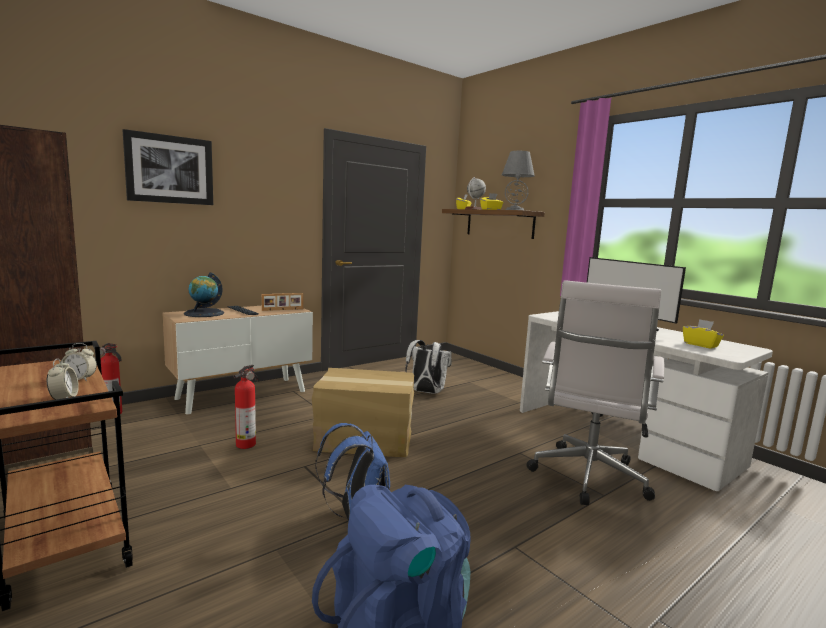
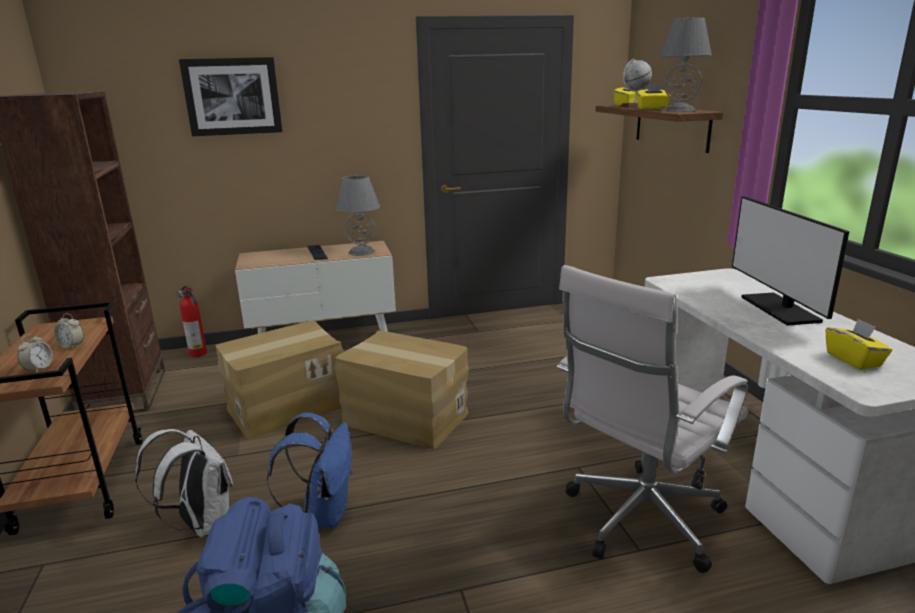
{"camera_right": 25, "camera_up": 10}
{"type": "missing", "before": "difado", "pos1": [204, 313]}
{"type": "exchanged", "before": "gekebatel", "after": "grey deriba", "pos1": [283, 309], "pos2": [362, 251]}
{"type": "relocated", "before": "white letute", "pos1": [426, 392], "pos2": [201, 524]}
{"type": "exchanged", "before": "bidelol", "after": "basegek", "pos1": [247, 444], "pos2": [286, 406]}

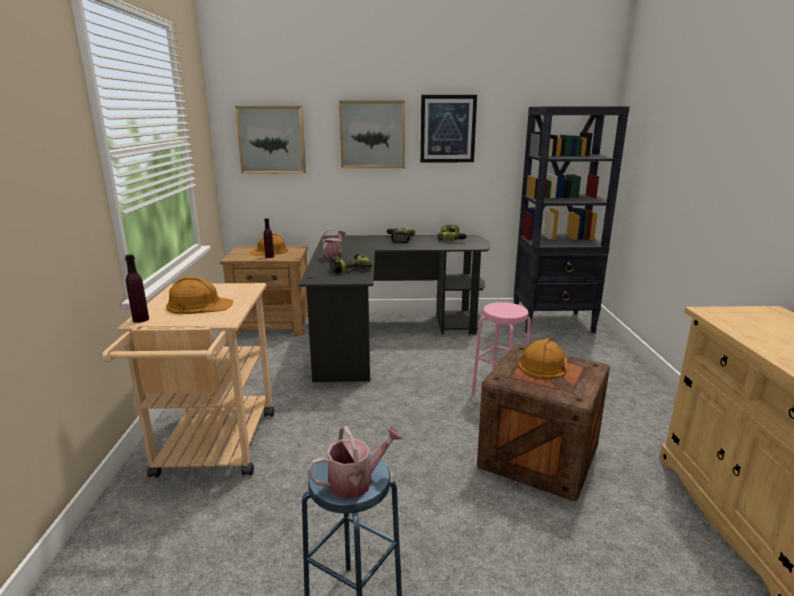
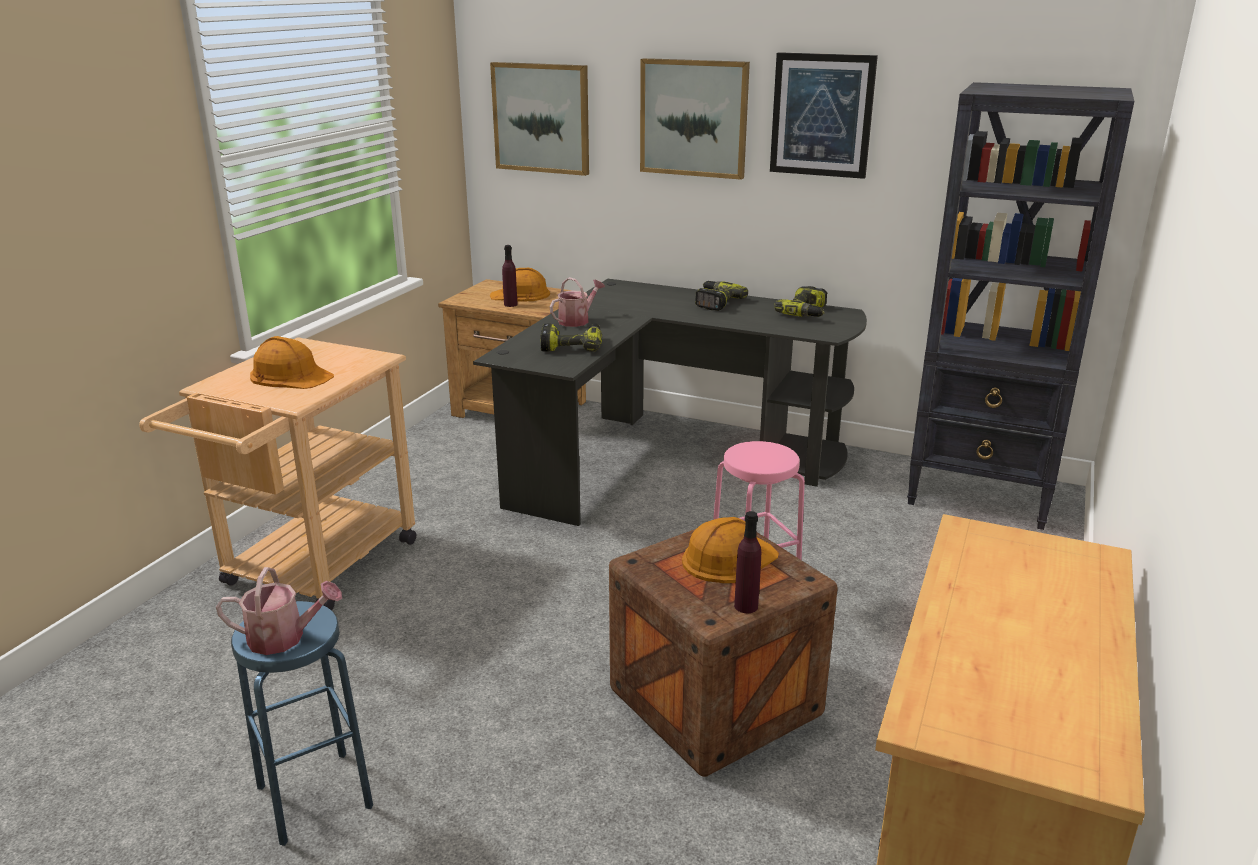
{"camera_right": 25, "camera_up": 5}
{"type": "relocated", "before": "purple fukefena", "pos1": [141, 319], "pos2": [746, 606]}

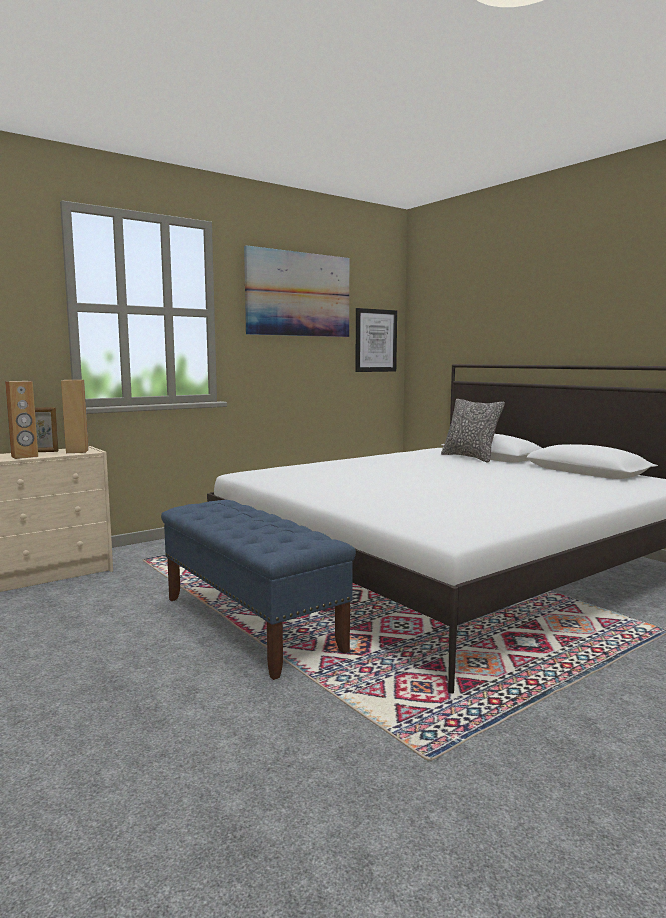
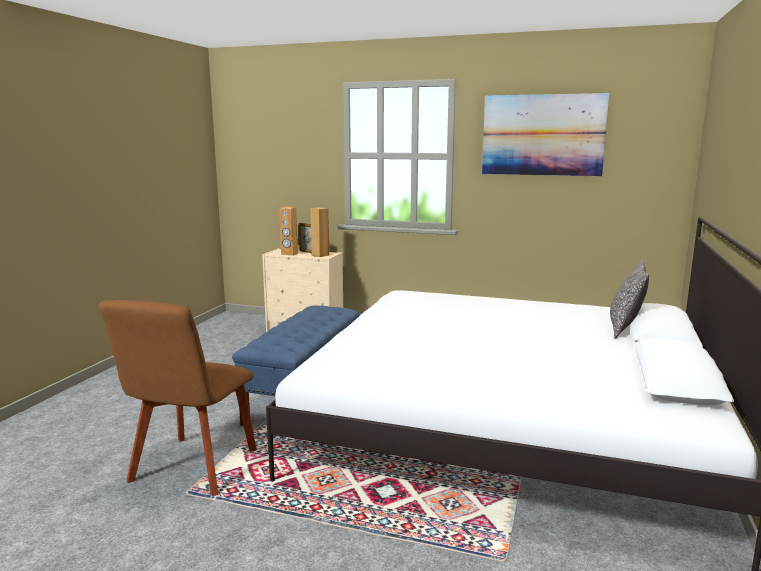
{"camera_right": 55, "camera_up": 5}
{"type": "missing", "before": "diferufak", "pos1": [375, 340]}
{"type": "appeared", "after": "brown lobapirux", "pos2": [191, 469]}

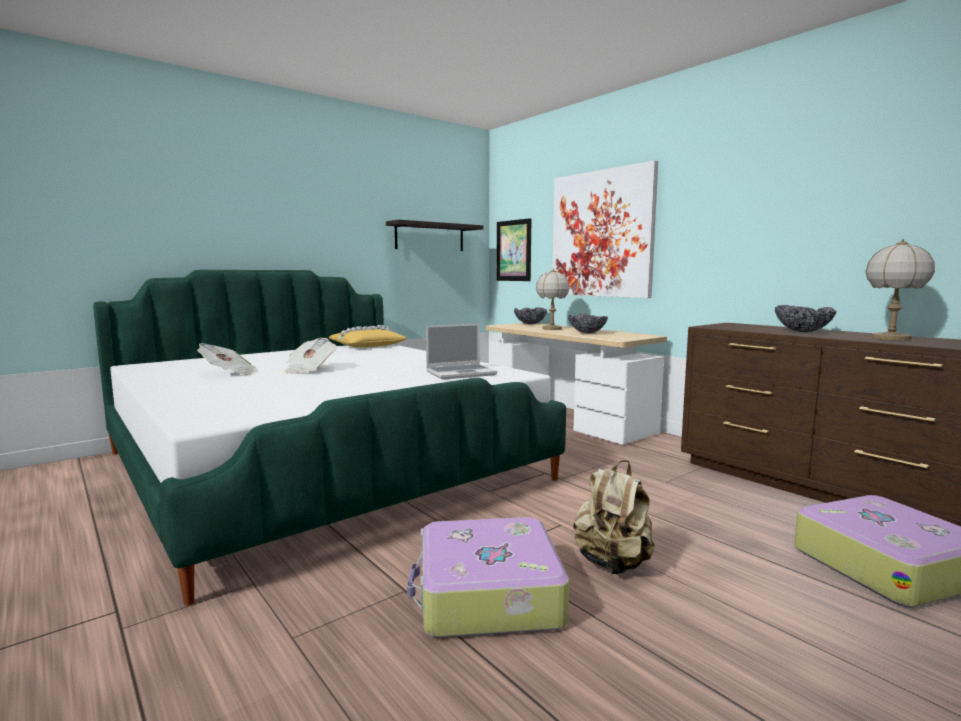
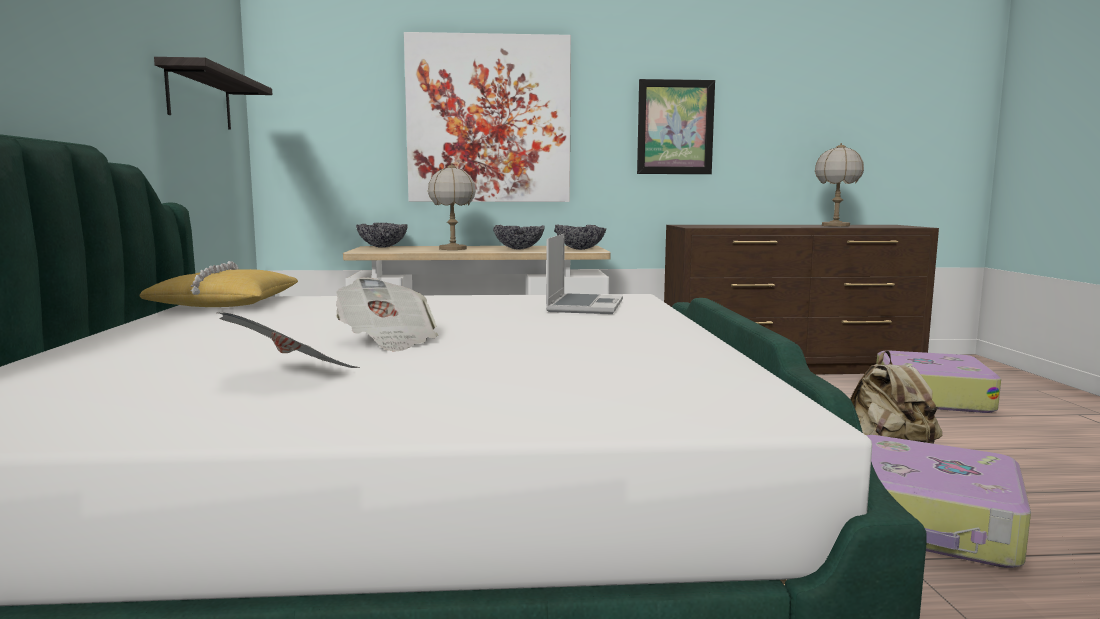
{"camera_right": -55, "camera_up": 0}
{"type": "relocated", "before": "diferufak", "pos1": [514, 250], "pos2": [675, 127]}
{"type": "relocated", "before": "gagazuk", "pos1": [803, 331], "pos2": [580, 249]}

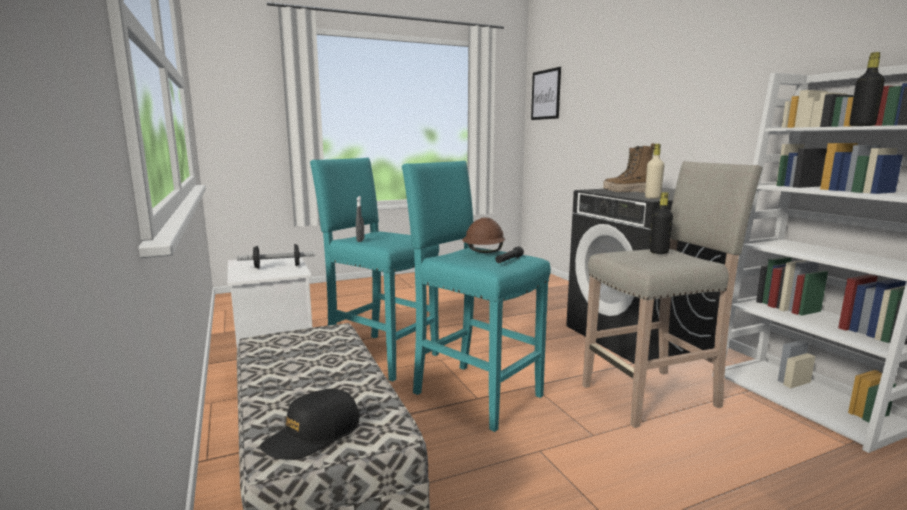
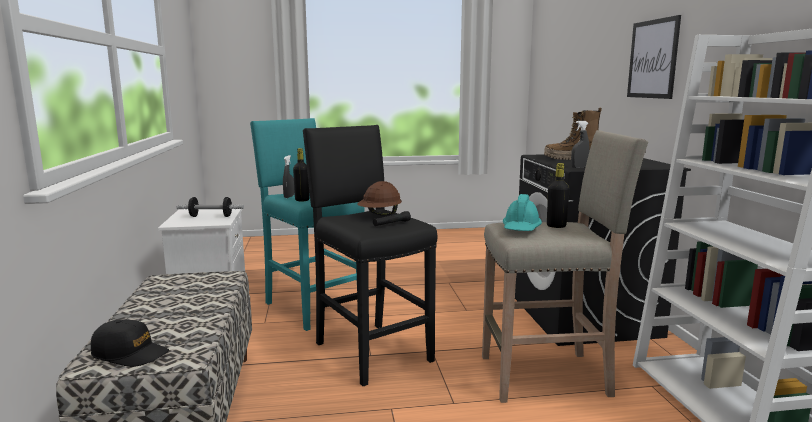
{"camera_right": 15, "camera_up": 0}
{"type": "relocated", "before": "black fukefena", "pos1": [862, 126], "pos2": [302, 200]}
{"type": "relocated", "before": "diferufak", "pos1": [545, 94], "pos2": [652, 59]}
{"type": "exchanged", "before": "beige fukefena", "after": "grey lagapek", "pos1": [652, 198], "pos2": [579, 167]}
{"type": "colour", "before": "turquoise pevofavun", "after": "black pevofavun", "pos1": [475, 393], "pos2": [371, 350]}
{"type": "spun", "before": "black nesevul", "pos1": [313, 435], "pos2": [130, 353], "turn": -135}
{"type": "appeared", "after": "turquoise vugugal", "pos2": [521, 229]}

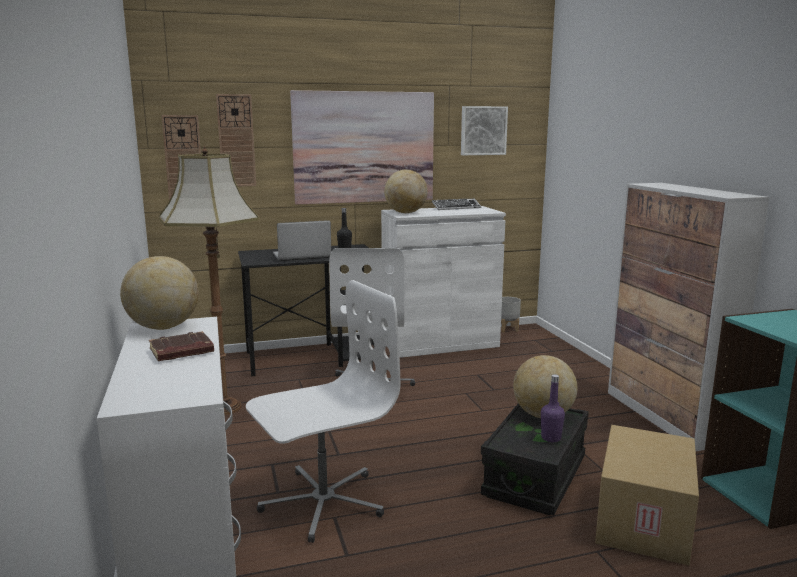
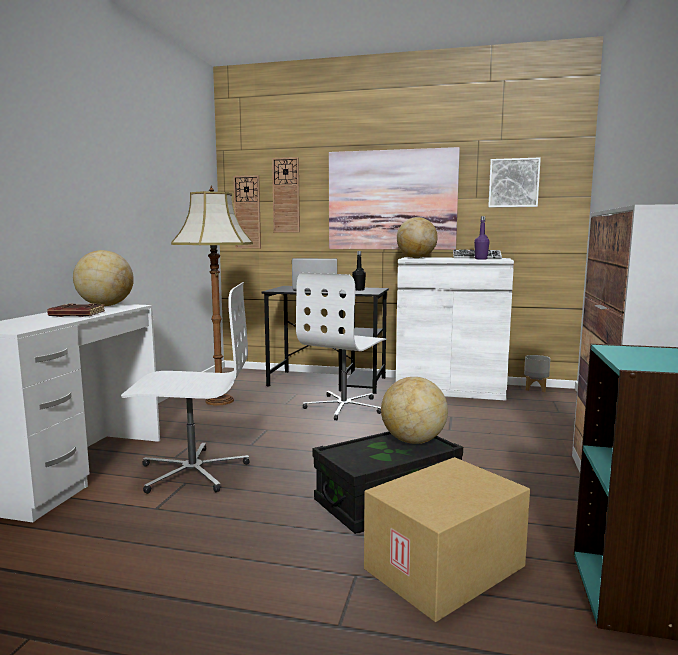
{"camera_right": 30, "camera_up": -5}
{"type": "relocated", "before": "purple fukefena", "pos1": [551, 438], "pos2": [481, 259]}

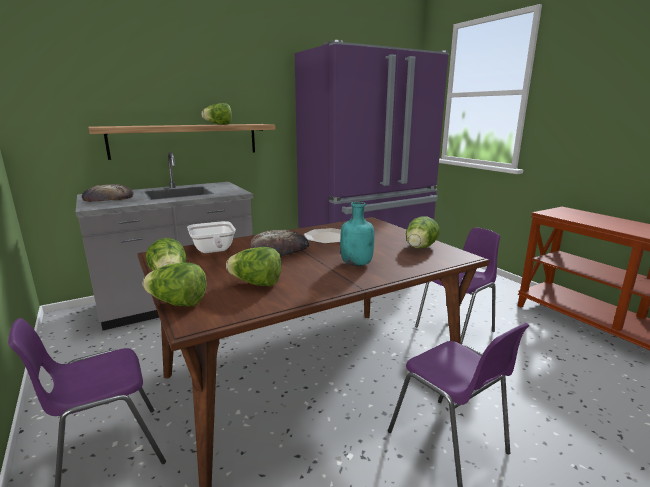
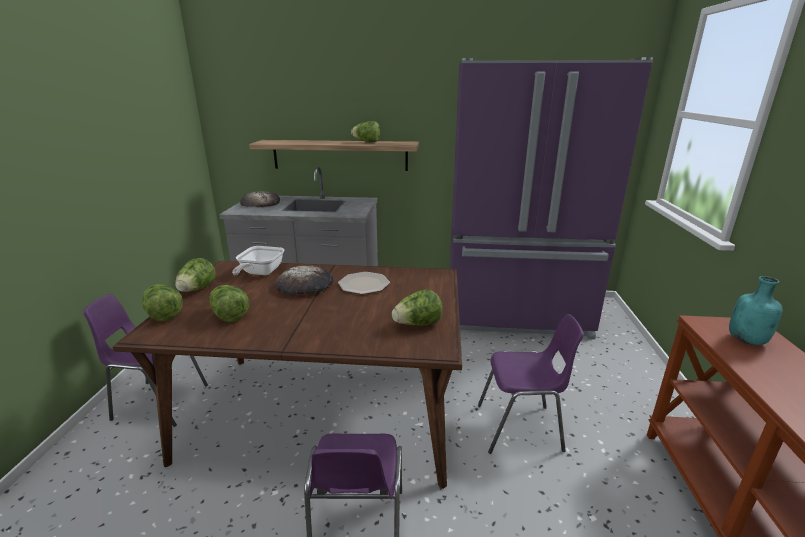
{"camera_right": 35, "camera_up": 5}
{"type": "relocated", "before": "turquoise fukefena", "pos1": [357, 264], "pos2": [747, 340]}

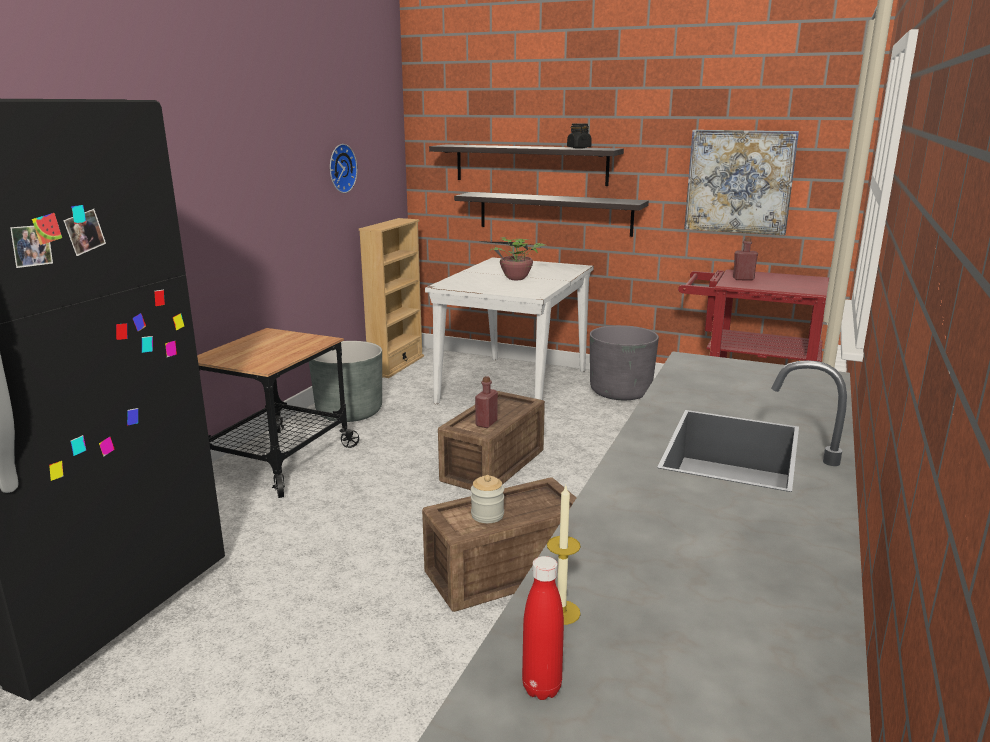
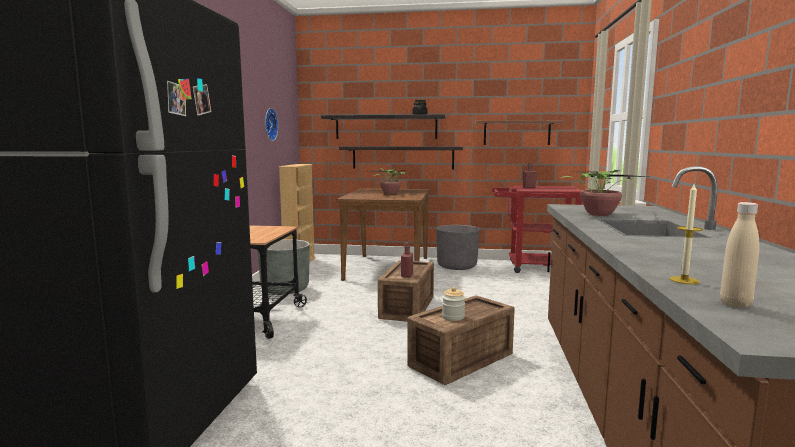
{"camera_right": -15, "camera_up": -10}
{"type": "exchanged", "before": "diferufak", "after": "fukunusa", "pos1": [739, 182], "pos2": [516, 133]}
{"type": "colour", "before": "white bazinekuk", "after": "brown bazinekuk", "pos1": [513, 386], "pos2": [387, 268]}
{"type": "colour", "before": "red fukefena", "after": "beige fukefena", "pos1": [541, 688], "pos2": [735, 304]}
{"type": "appeared", "after": "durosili", "pos2": [600, 214]}

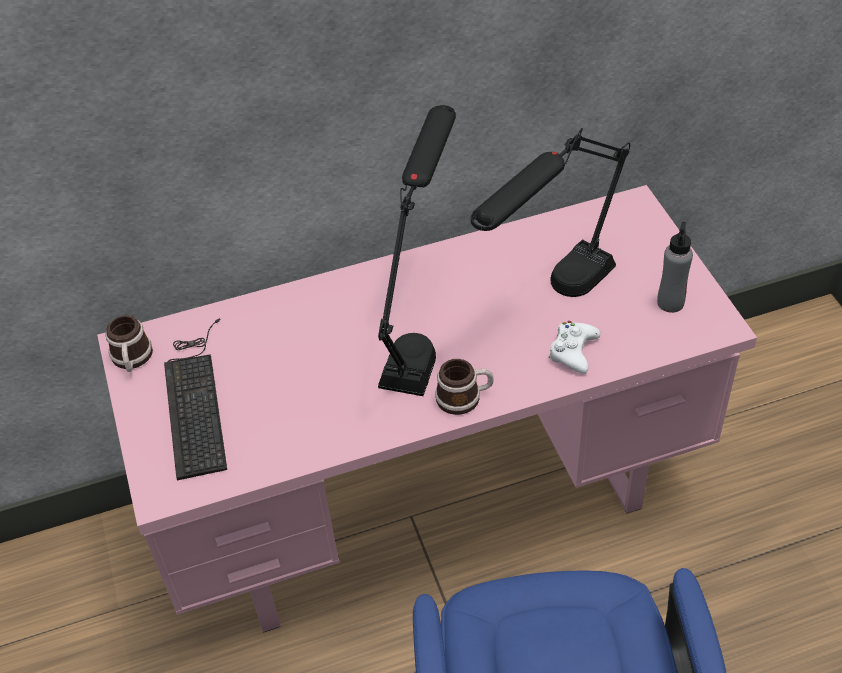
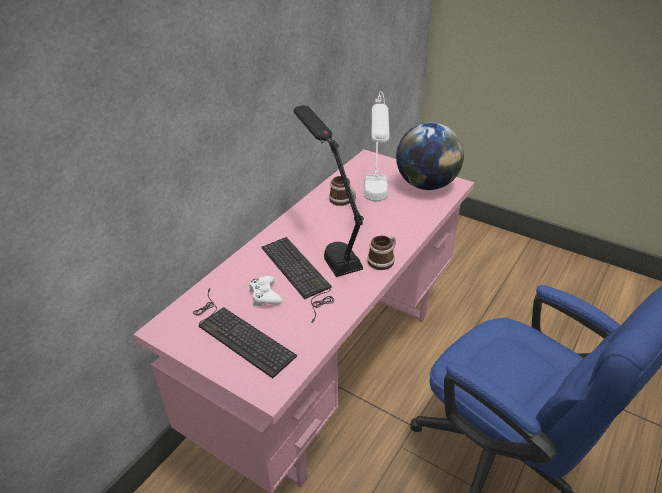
{"camera_right": -40, "camera_up": -10}
{"type": "colour", "before": "black deriba", "after": "white deriba", "pos1": [552, 299], "pos2": [375, 205]}
{"type": "exchanged", "before": "grey fukefena", "after": "difado", "pos1": [670, 302], "pos2": [426, 184]}
{"type": "relocated", "before": "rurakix", "pos1": [132, 359], "pos2": [343, 201]}
{"type": "relocated", "before": "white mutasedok", "pos1": [573, 351], "pos2": [265, 295]}
{"type": "appeared", "after": "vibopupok", "pos2": [299, 274]}

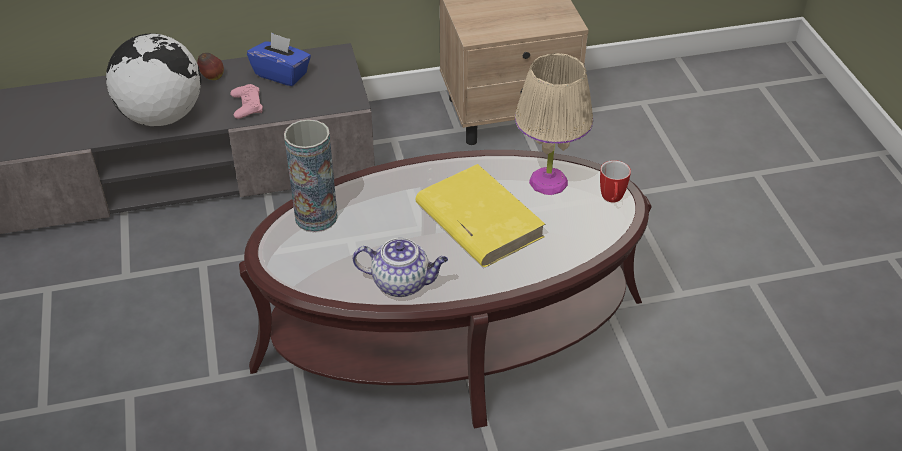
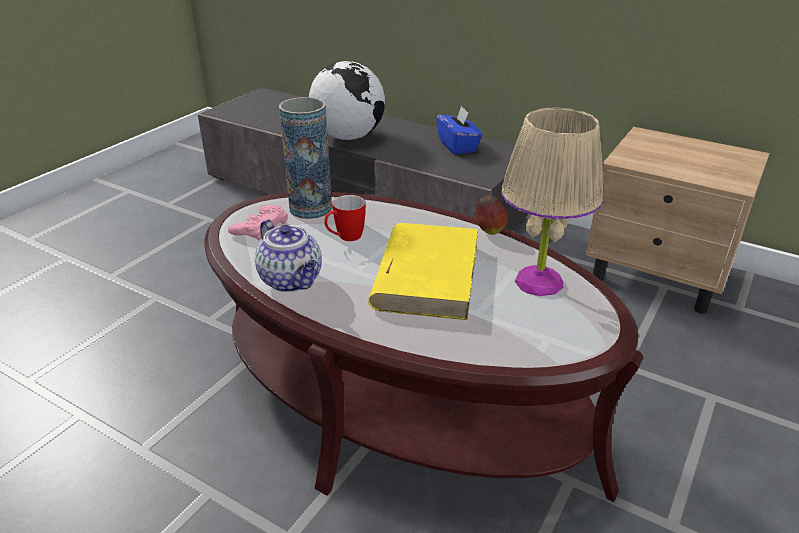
{"camera_right": 45, "camera_up": -10}
{"type": "relocated", "before": "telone", "pos1": [212, 78], "pos2": [489, 231]}
{"type": "relocated", "before": "pink mutasedok", "pos1": [247, 105], "pos2": [260, 227]}
{"type": "relocated", "before": "rurakix", "pos1": [612, 200], "pos2": [345, 238]}

